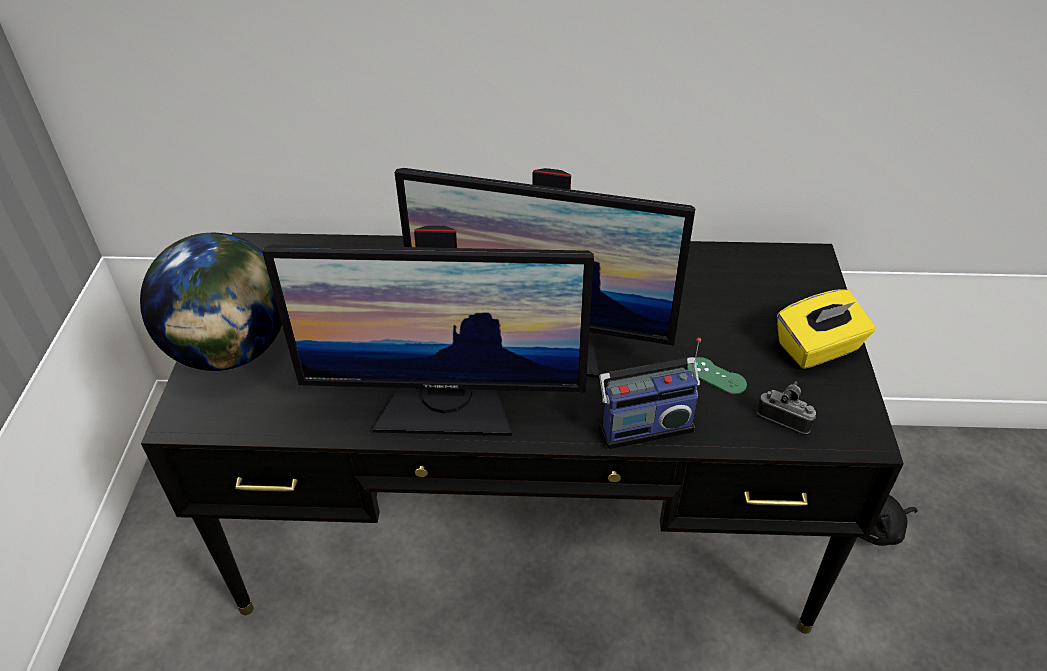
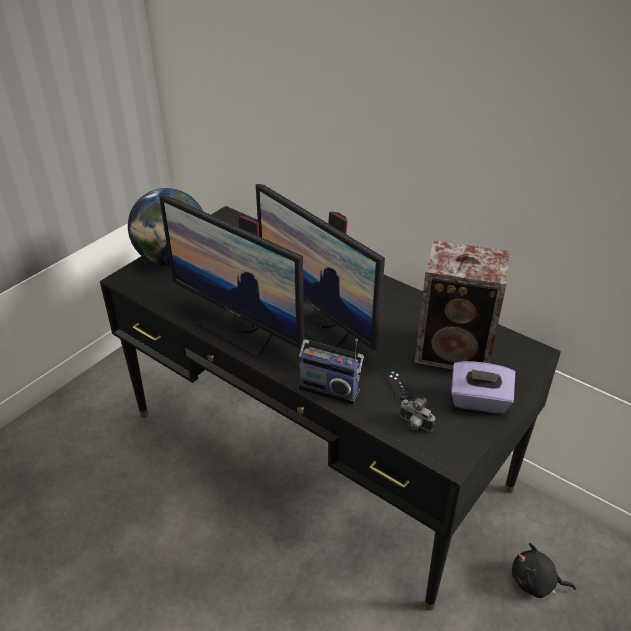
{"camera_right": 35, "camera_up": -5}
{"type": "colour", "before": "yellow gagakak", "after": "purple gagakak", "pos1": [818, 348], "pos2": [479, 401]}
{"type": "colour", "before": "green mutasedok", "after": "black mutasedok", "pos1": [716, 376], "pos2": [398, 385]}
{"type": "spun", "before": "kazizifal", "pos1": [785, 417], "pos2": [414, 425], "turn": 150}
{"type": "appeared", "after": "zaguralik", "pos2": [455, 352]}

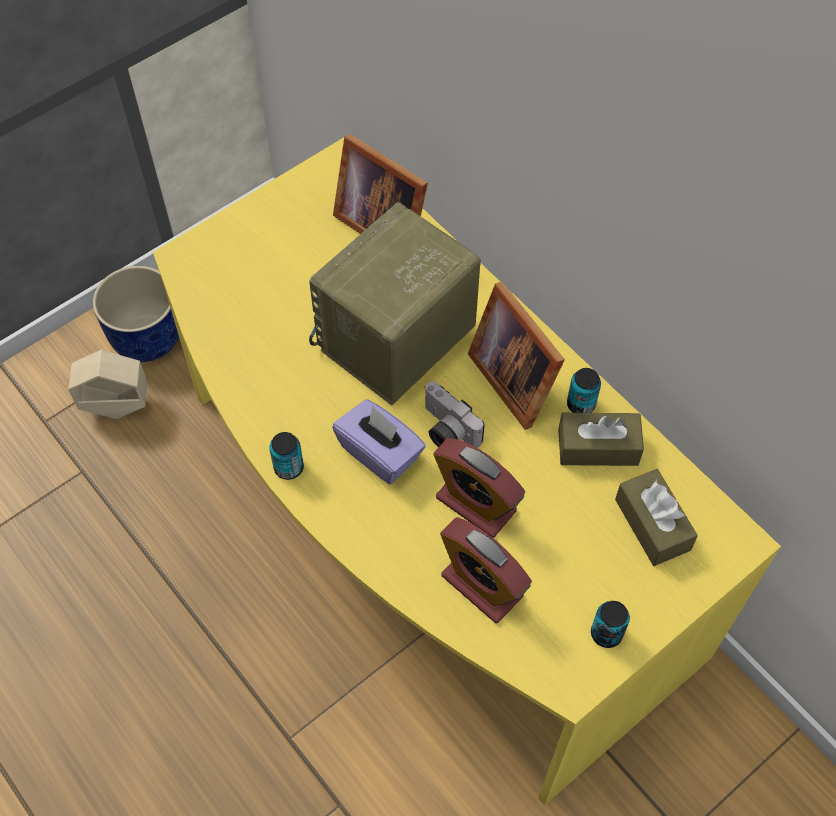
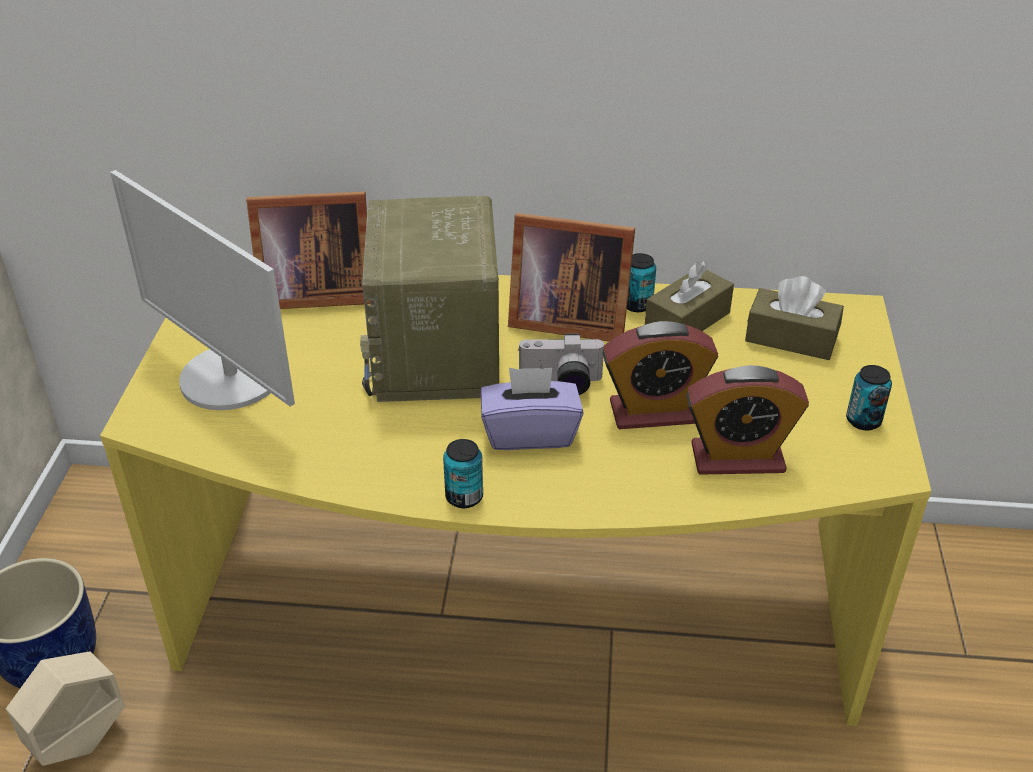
{"camera_right": -45, "camera_up": -20}
{"type": "appeared", "after": "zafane", "pos2": [230, 379]}

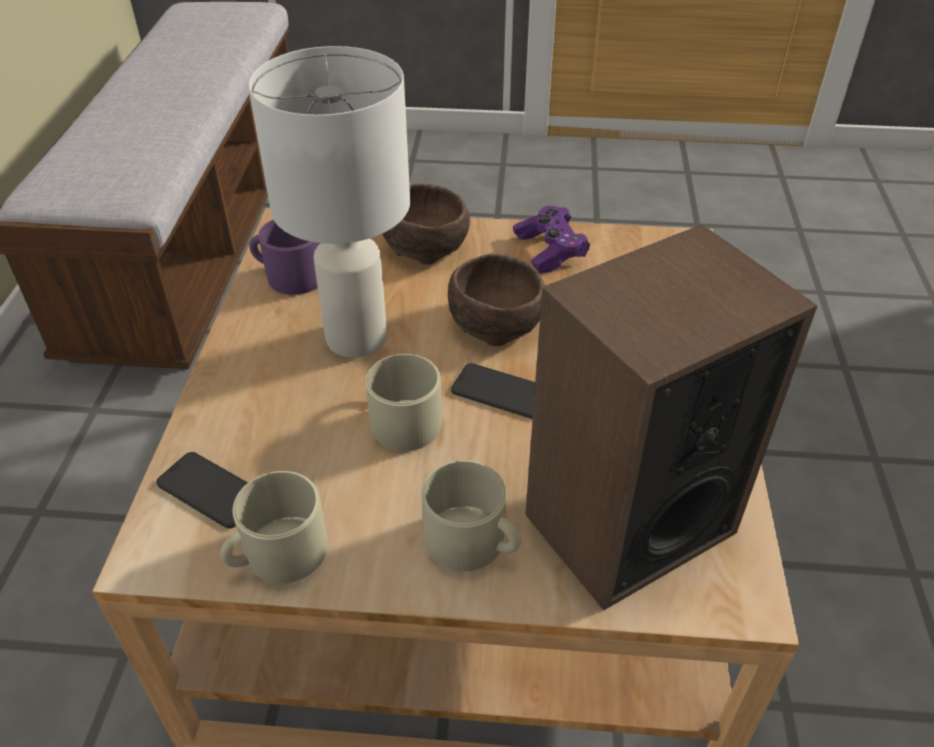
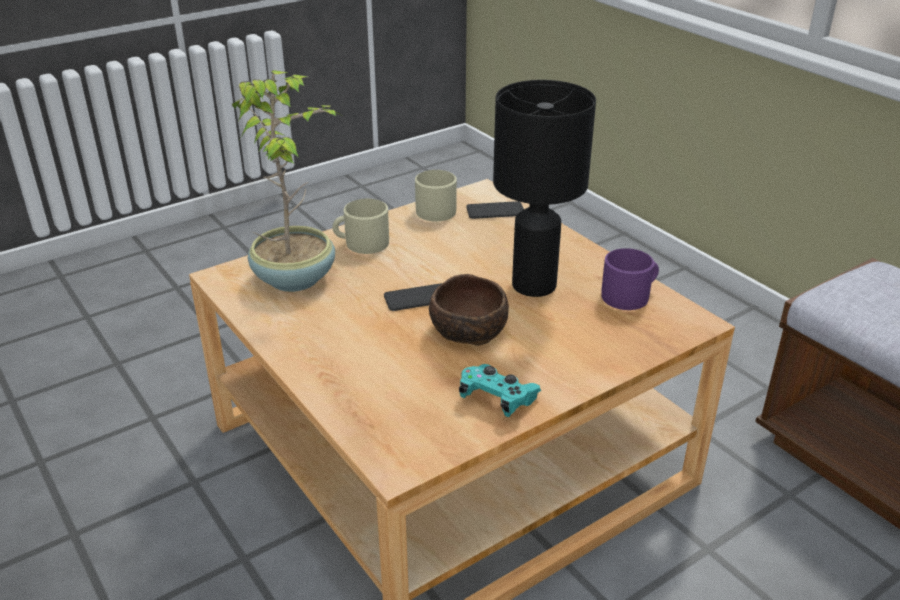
{"camera_right": 140, "camera_up": -10}
{"type": "colour", "before": "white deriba", "after": "black deriba", "pos1": [355, 338], "pos2": [533, 284]}
{"type": "missing", "before": "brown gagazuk", "pos1": [426, 244]}
{"type": "colour", "before": "purple mutasedok", "after": "turquoise mutasedok", "pos1": [549, 250], "pos2": [497, 399]}
{"type": "exchanged", "before": "zaguralik", "after": "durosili", "pos1": [628, 523], "pos2": [296, 277]}
{"type": "missing", "before": "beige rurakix", "pos1": [403, 417]}

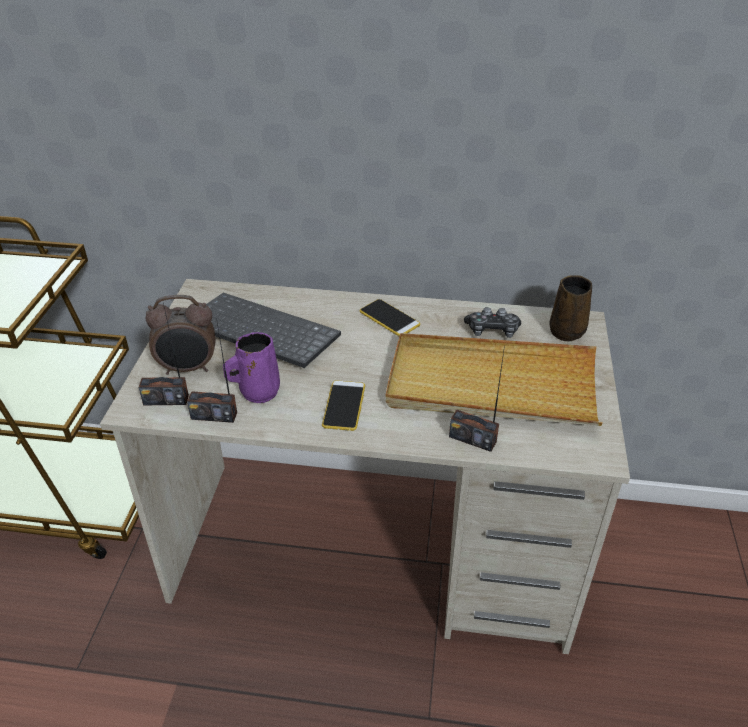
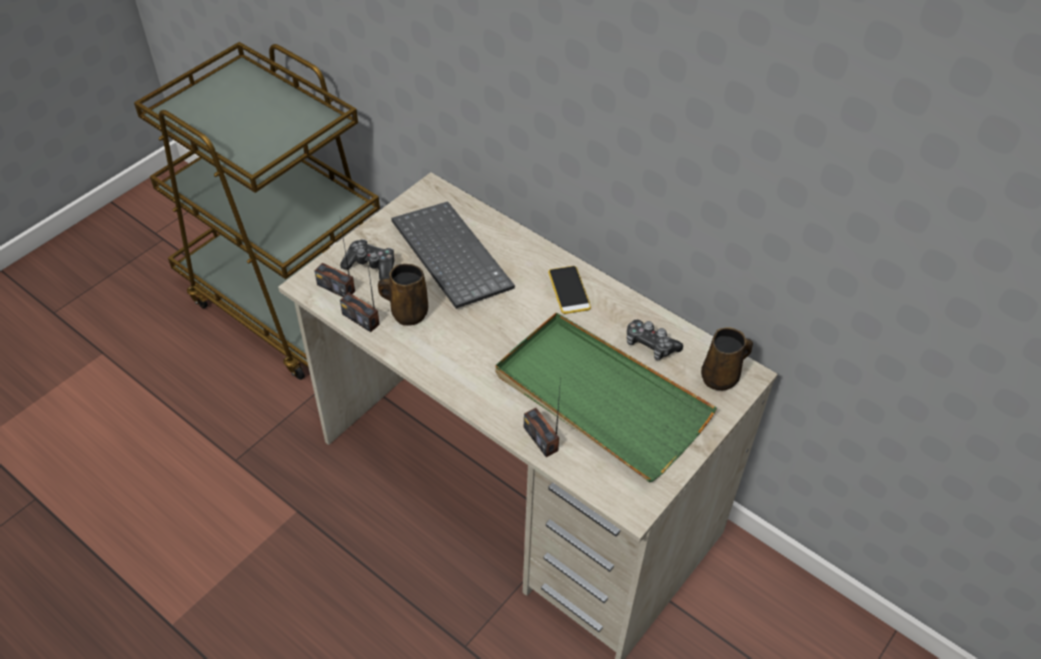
{"camera_right": 30, "camera_up": 10}
{"type": "exchanged", "before": "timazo", "after": "mutasedok", "pos1": [188, 368], "pos2": [371, 266]}
{"type": "colour", "before": "purple rurakix", "after": "brown rurakix", "pos1": [257, 392], "pos2": [407, 313]}
{"type": "colour", "before": "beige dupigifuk", "after": "green dupigifuk", "pos1": [491, 386], "pos2": [600, 399]}
{"type": "missing", "before": "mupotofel", "pos1": [344, 406]}

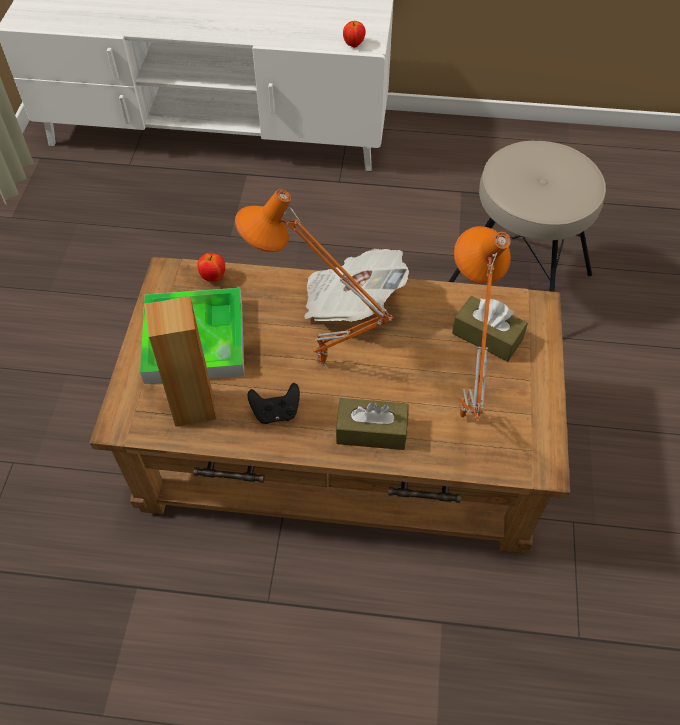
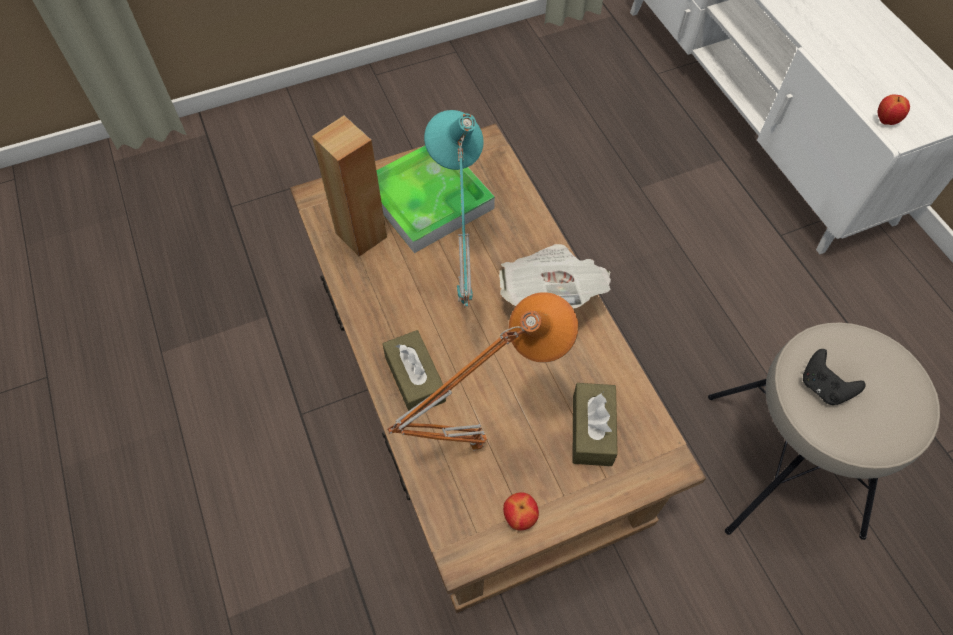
{"camera_right": 60, "camera_up": 5}
{"type": "colour", "before": "orange deriba", "after": "turquoise deriba", "pos1": [318, 367], "pos2": [459, 303]}
{"type": "relocated", "before": "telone", "pos1": [213, 277], "pos2": [519, 517]}
{"type": "relocated", "before": "black mutasedok", "pos1": [276, 412], "pos2": [823, 387]}

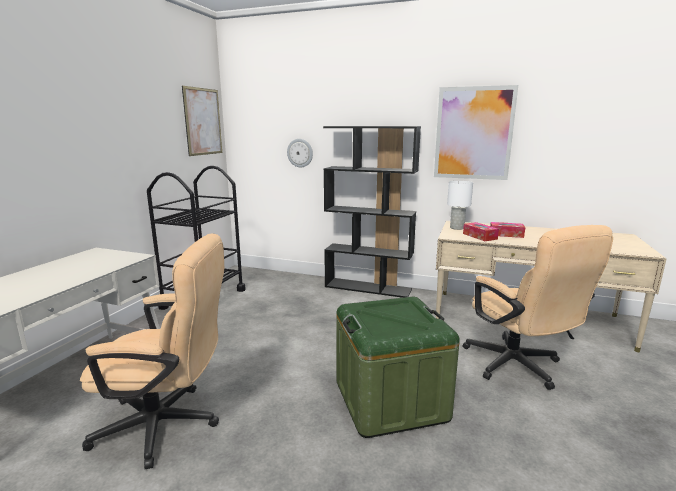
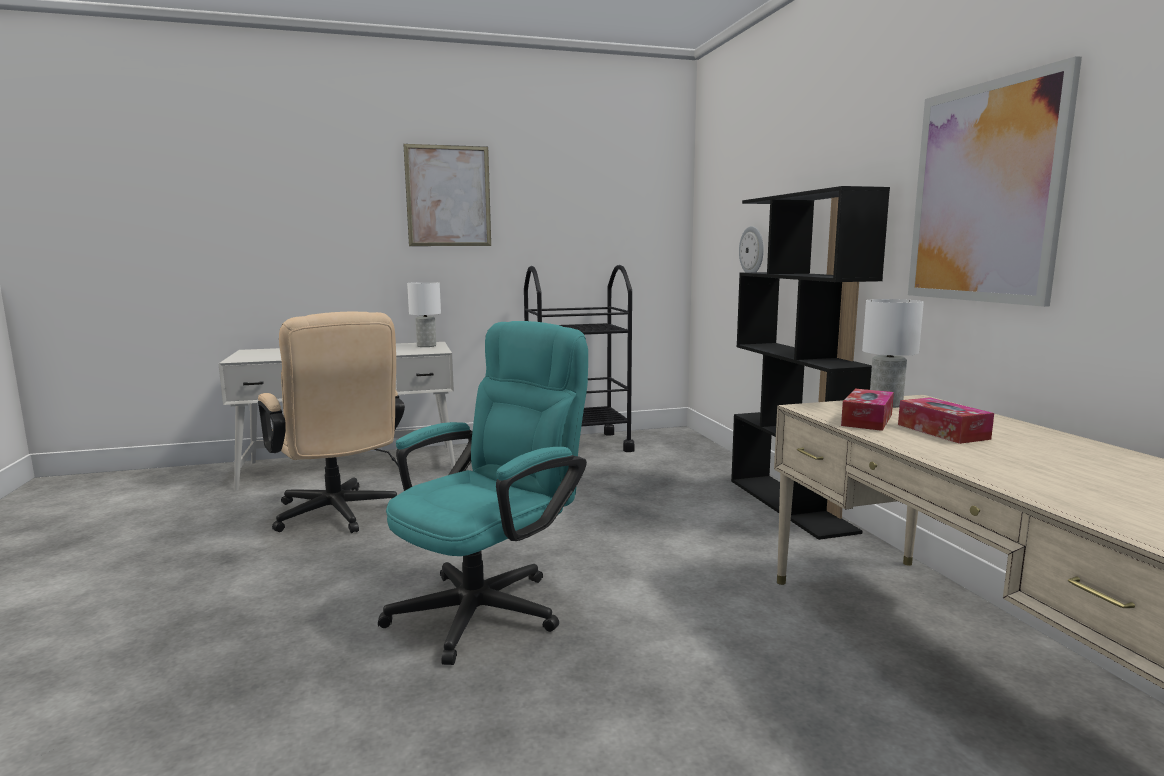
{"camera_right": 55, "camera_up": -5}
{"type": "relocated", "before": "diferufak", "pos1": [203, 121], "pos2": [448, 196]}
{"type": "missing", "before": "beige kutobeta", "pos1": [518, 367]}
{"type": "exchanged", "before": "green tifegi", "after": "turquoise kutobeta", "pos1": [390, 400], "pos2": [490, 605]}
{"type": "appeared", "after": "white deriba", "pos2": [427, 346]}

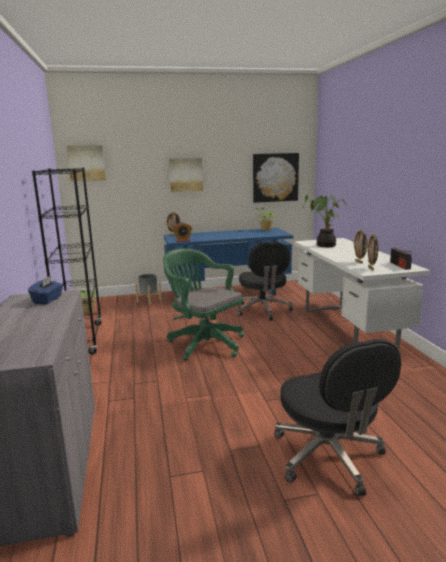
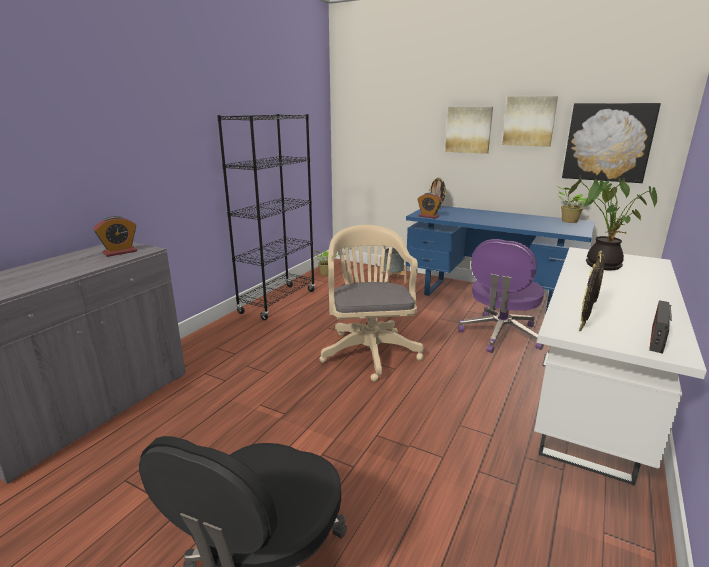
{"camera_right": 40, "camera_up": 5}
{"type": "relocated", "before": "diferufak", "pos1": [86, 163], "pos2": [529, 121]}
{"type": "colour", "before": "black kutobeta", "after": "purple kutobeta", "pos1": [263, 310], "pos2": [500, 335]}
{"type": "colour", "before": "green kutobeta", "after": "beige kutobeta", "pos1": [204, 343], "pos2": [369, 350]}
{"type": "exchanged", "before": "blue gagakak", "after": "timazo", "pos1": [48, 300], "pos2": [120, 252]}

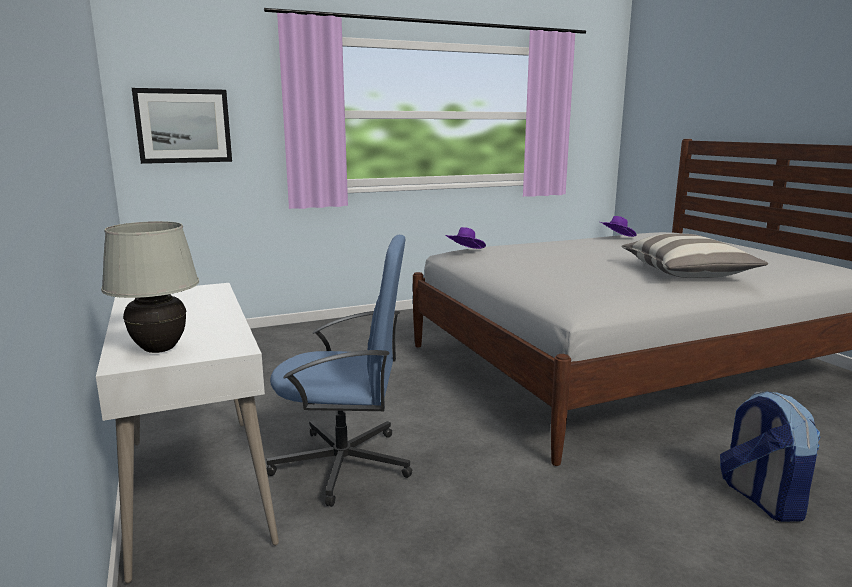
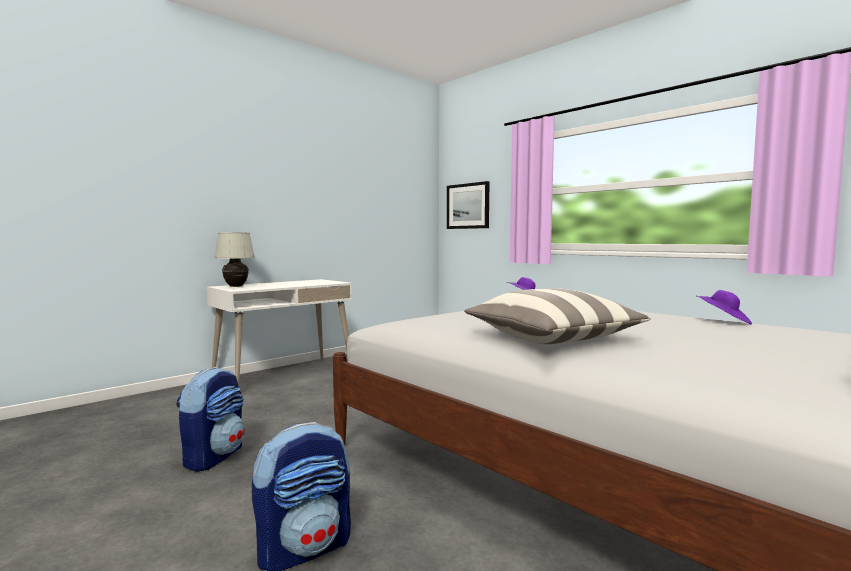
{"camera_right": 70, "camera_up": -10}
{"type": "missing", "before": "blue kutobeta", "pos1": [345, 464]}
{"type": "appeared", "after": "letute", "pos2": [214, 457]}

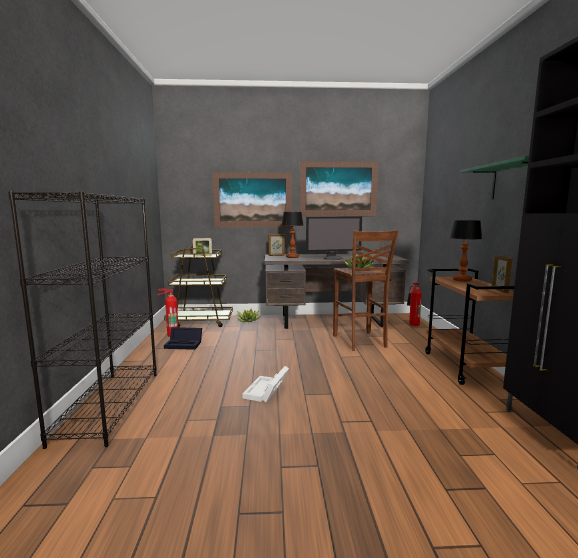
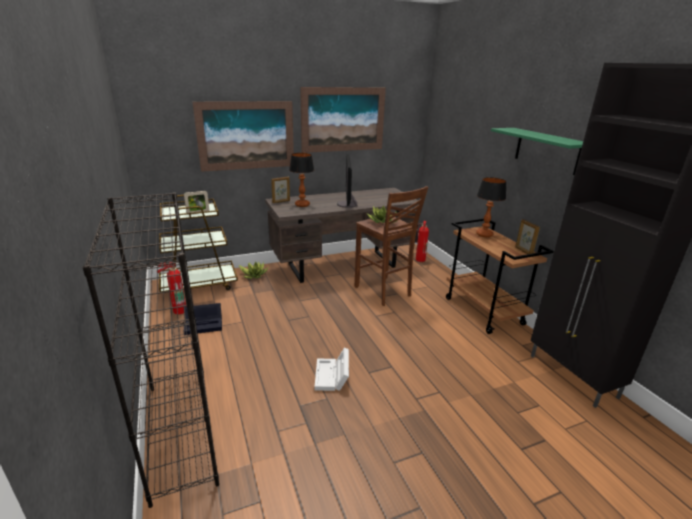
{"camera_right": -20, "camera_up": 15}
{"type": "spun", "before": "zafane", "pos1": [333, 258], "pos2": [347, 204], "turn": 120}

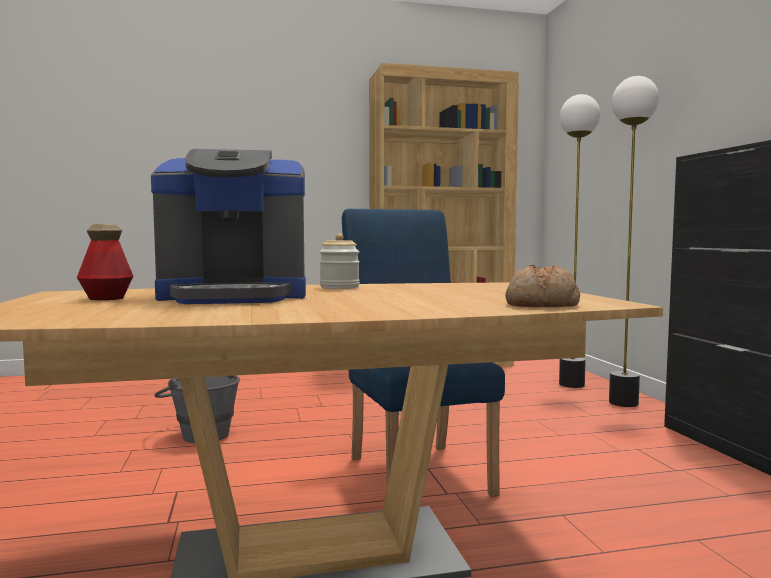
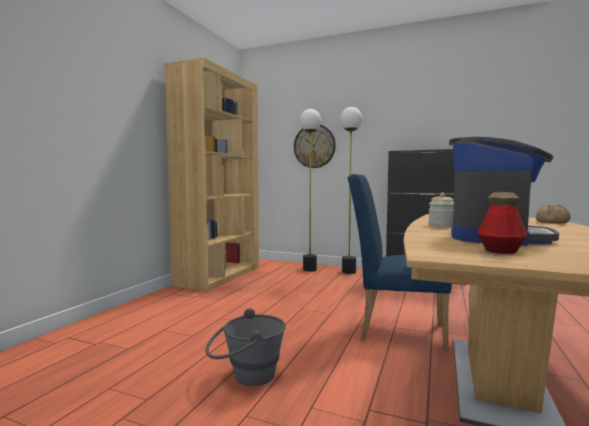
{"camera_right": -55, "camera_up": 0}
{"type": "appeared", "after": "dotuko", "pos2": [314, 146]}

